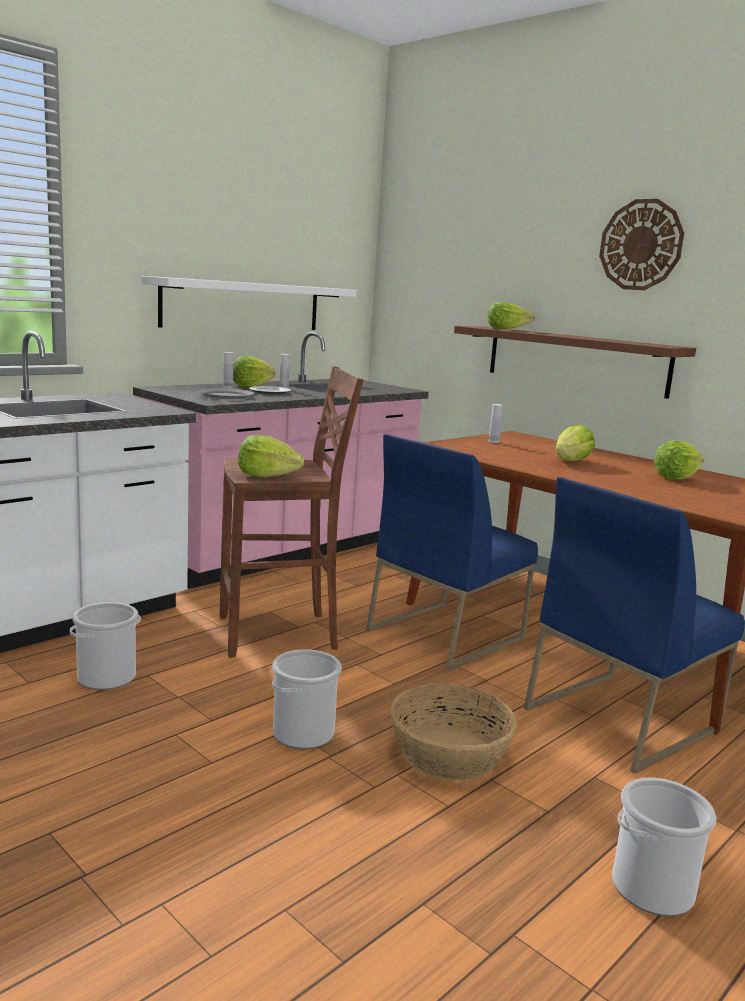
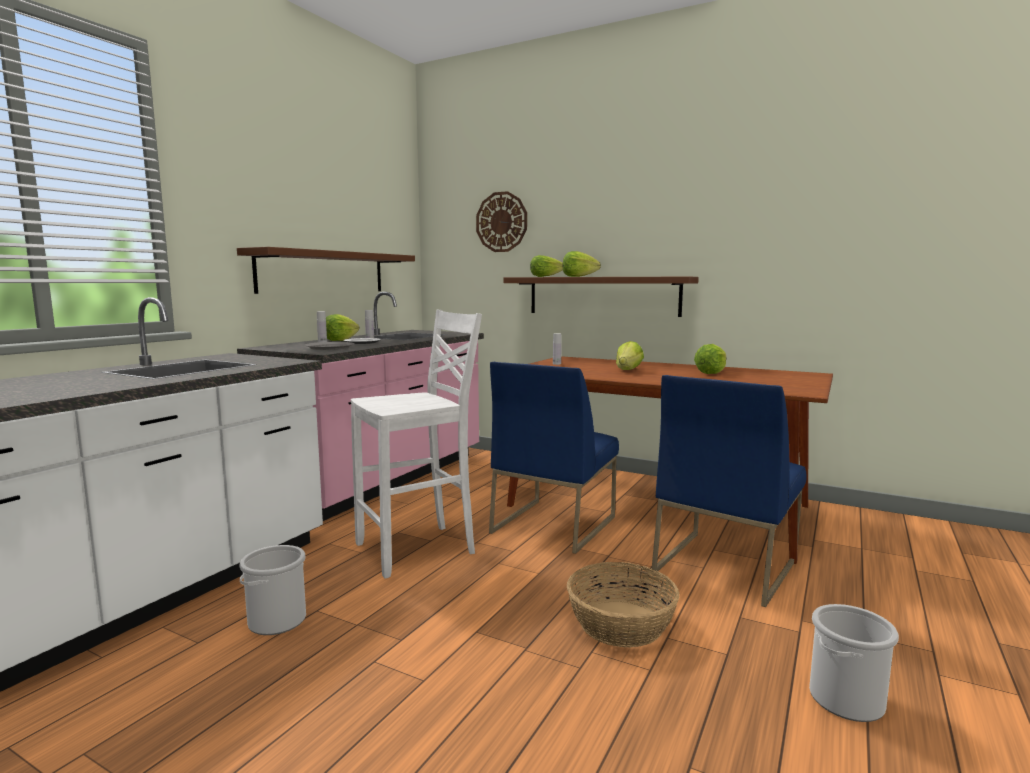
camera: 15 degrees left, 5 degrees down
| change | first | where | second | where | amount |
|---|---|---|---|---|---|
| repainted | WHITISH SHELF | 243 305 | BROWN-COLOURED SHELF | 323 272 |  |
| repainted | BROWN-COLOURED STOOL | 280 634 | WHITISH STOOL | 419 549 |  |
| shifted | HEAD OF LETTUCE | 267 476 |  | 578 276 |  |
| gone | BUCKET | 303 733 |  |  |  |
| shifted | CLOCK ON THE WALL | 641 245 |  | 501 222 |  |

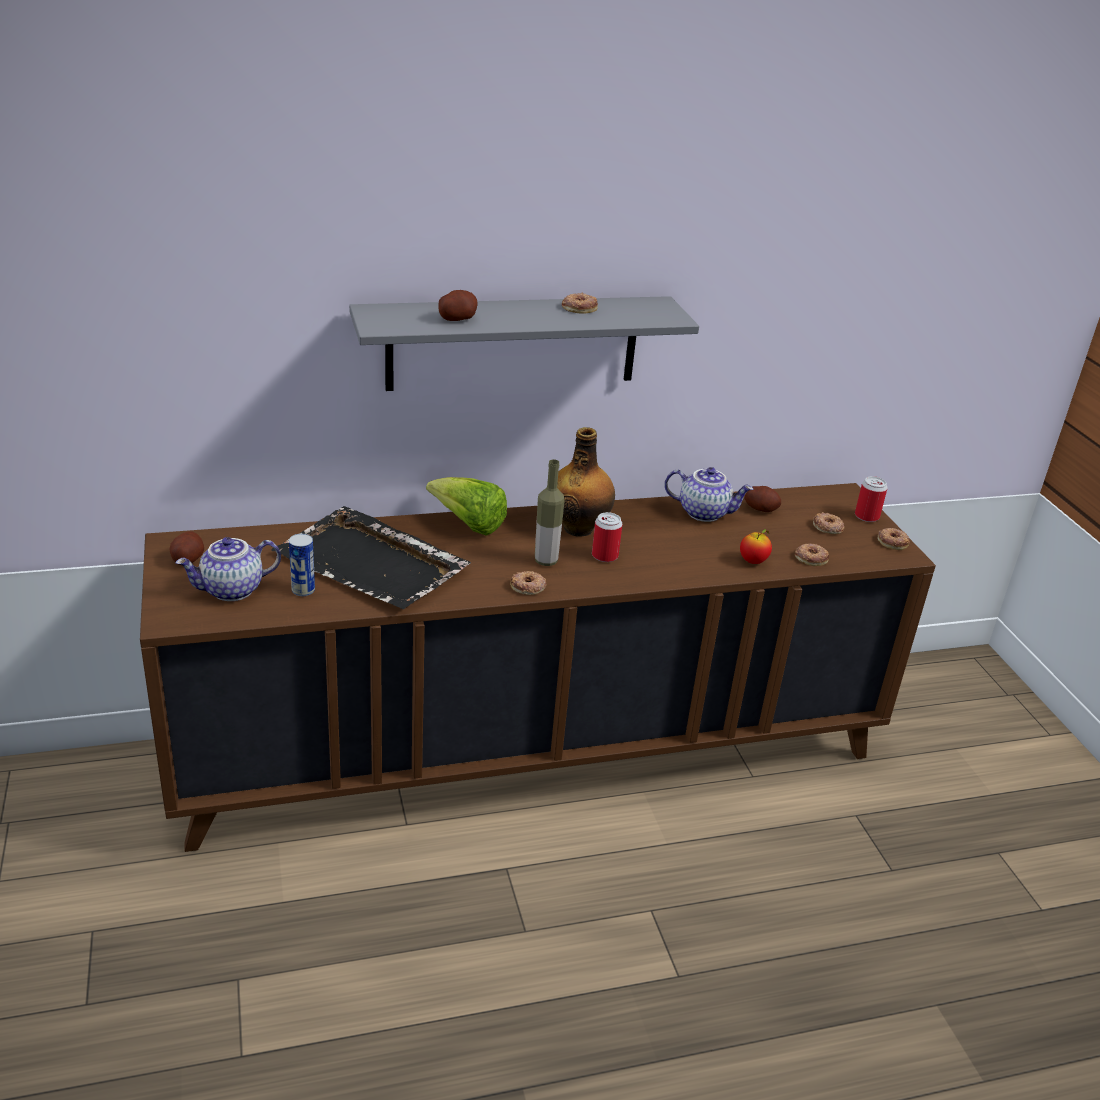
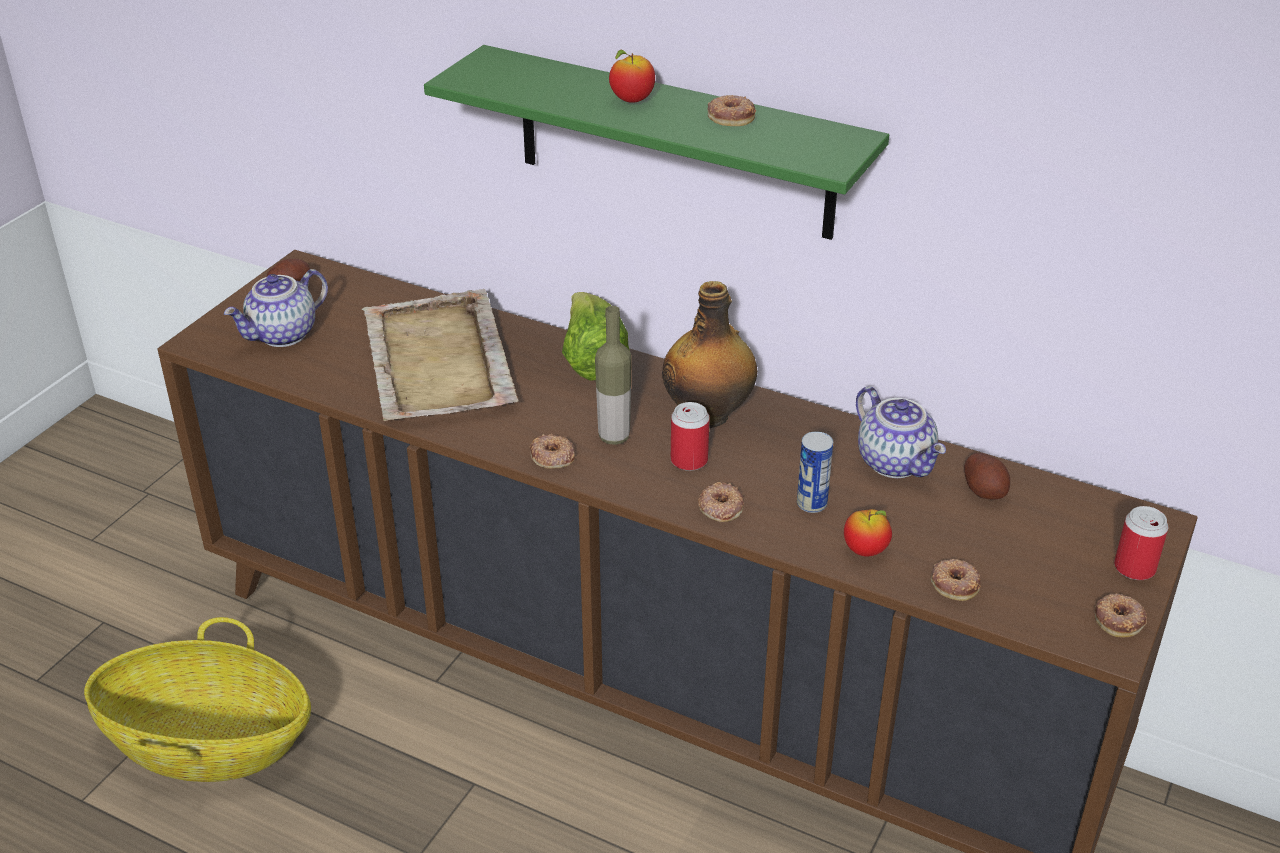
camera: 45 degrees right, 5 degrees up
| change | first | where | second | where | amount |
|---|---|---|---|---|---|
| rotated | TEAPOT | 232 591 |  | 283 335 | 60 degrees counterclockwise |
| repainted | BLACK CARRYING TRAY | 372 564 | BEIGE-COLOURED CARRYING TRAY | 437 363 |  |
| shifted | CAN | 303 590 |  | 811 504 |  |
| repainted | GRAY SHELF | 513 343 | GREEN-COLOURED SHELF | 674 143 |  |
| gone | WHOLE POTATO | 457 319 |  |  |  |
| shifted | DOUGHNUT | 827 527 |  | 720 507 |  |
| new |  |  | STORAGE BASKET | 209 743 |  |
| new |  |  | WHOLE APPLE | 632 100 |  |

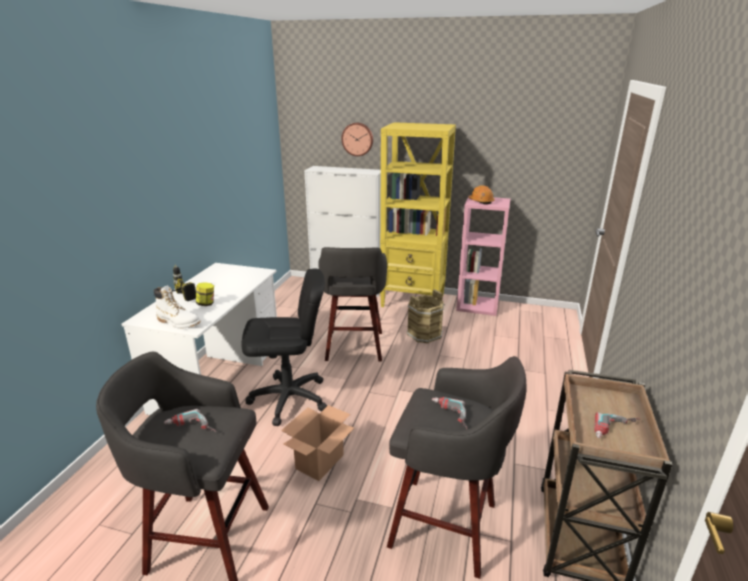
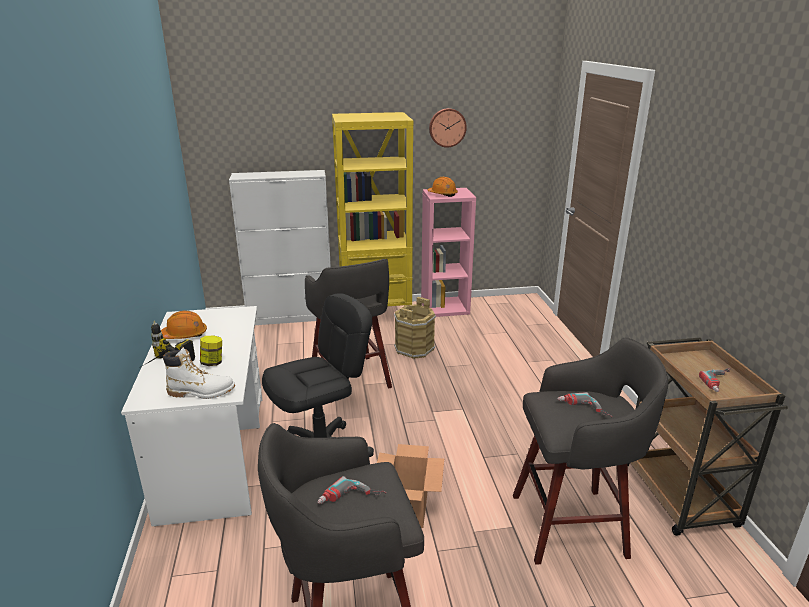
camera: 25 degrees left, 0 degrees up
| change | first | where | second | where | amount |
|---|---|---|---|---|---|
| shifted | CLOCK ON THE WALL | 357 139 |  | 447 127 |  |
| new |  |  | ORANGEY SAFETY HELMET | 184 335 |  |

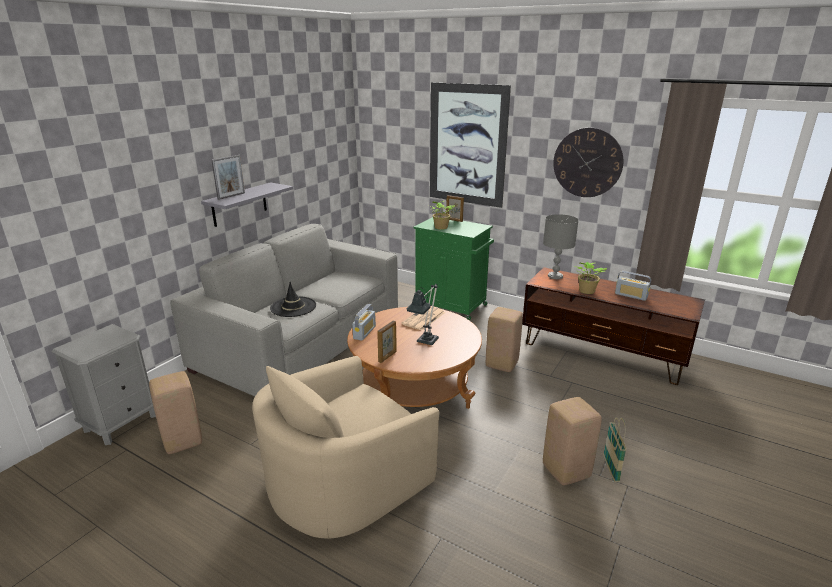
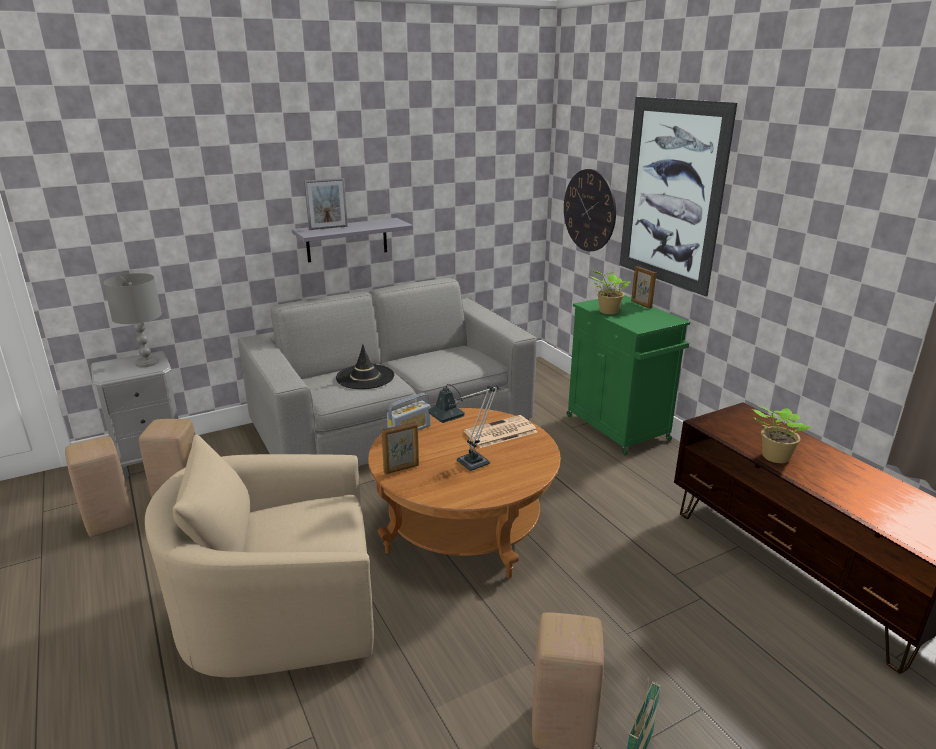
camera: 30 degrees right, 0 degrees up
| change | first | where | second | where | amount |
|---|---|---|---|---|---|
| shifted | BEIGE-COLOURED STOOL | 502 364 |  | 111 522 |  |
| shifted | GRAY LAMP FOR A TABLE | 555 276 |  | 146 362 |  |
| shifted | CLOCK ON THE WALL | 587 163 |  | 589 210 |  |
| gone | RADIO | 631 295 |  |  |  |

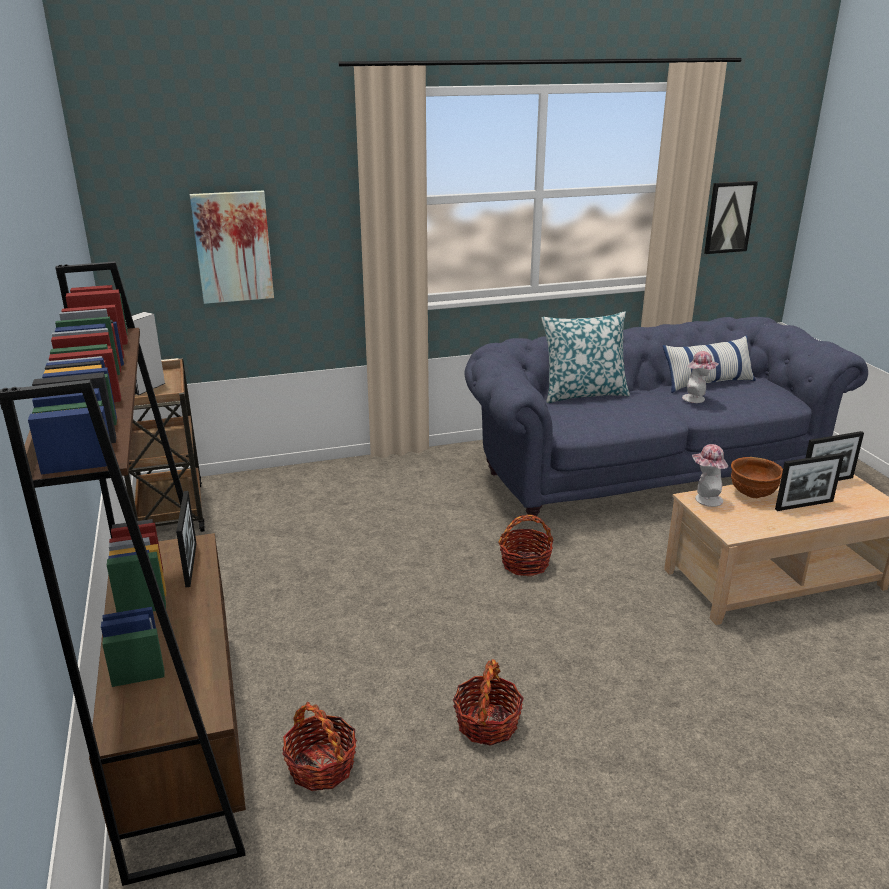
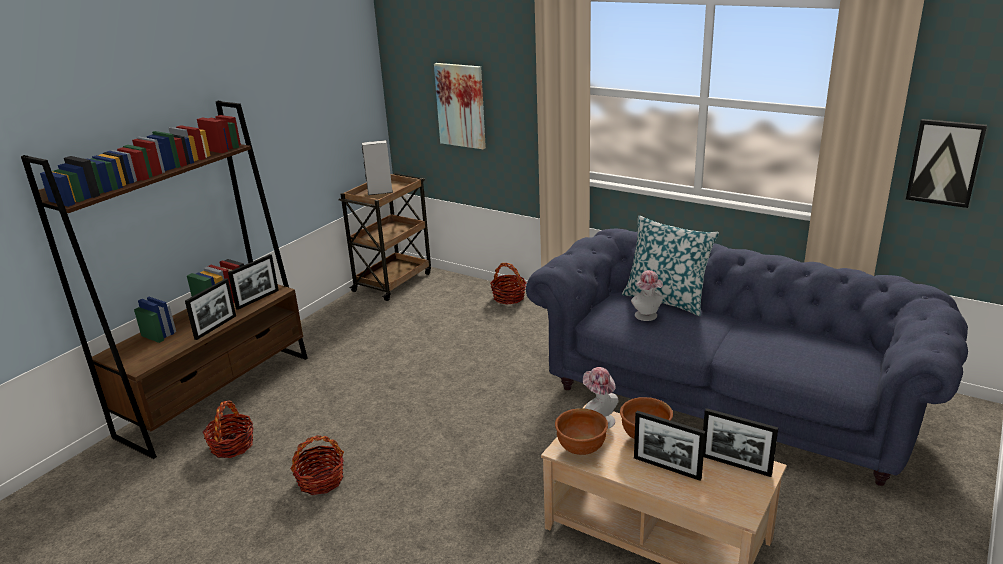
camera: 50 degrees right, 0 degrees up
| change | first | where | second | where | amount |
|---|---|---|---|---|---|
| shifted | STORAGE BASKET | 525 563 |  | 509 297 |  |
| gone | CUSHION | 707 383 |  |  |  |
| shifted | CLOTHING HAT | 696 399 |  | 647 317 |  |
| new |  |  | STANDING FRAME | 215 327 |  |
| new |  |  | BROWN-COLOURED SERVING BOWL | 580 449 |  |

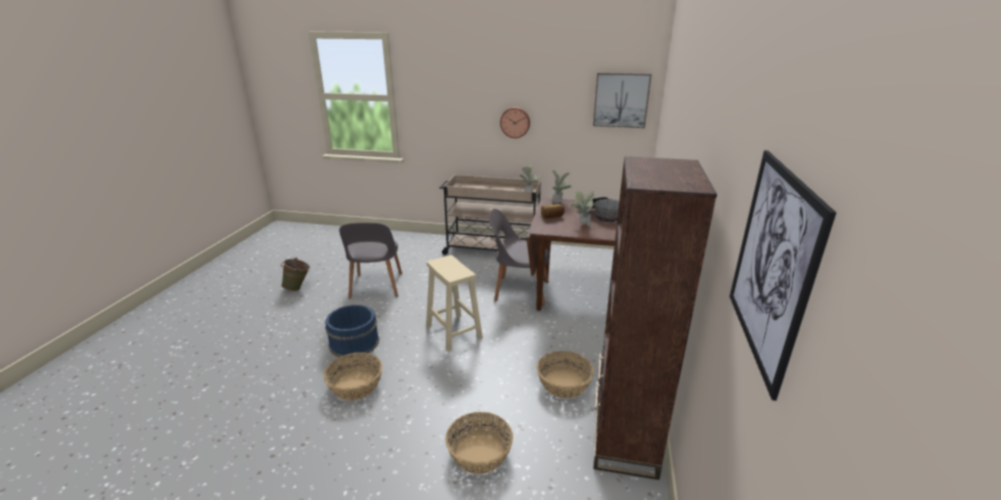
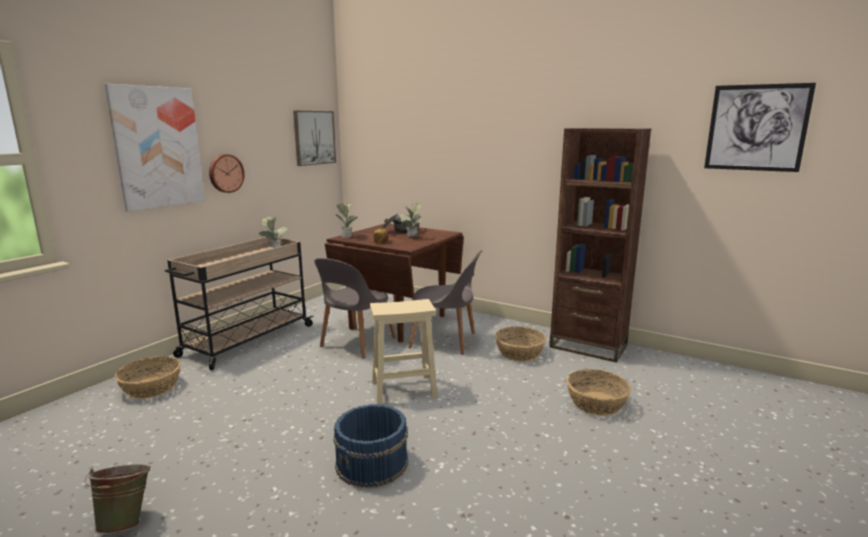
camera: 70 degrees left, 10 degrees down
| change | first | where | second | where | amount |
|---|---|---|---|---|---|
| shifted | STORAGE BASKET | 356 386 |  | 152 387 |  |
| shifted | GRAY PLAIN CHAIR | 376 287 |  | 446 341 |  |
| new |  |  | WALL PICTURE | 157 147 |  |

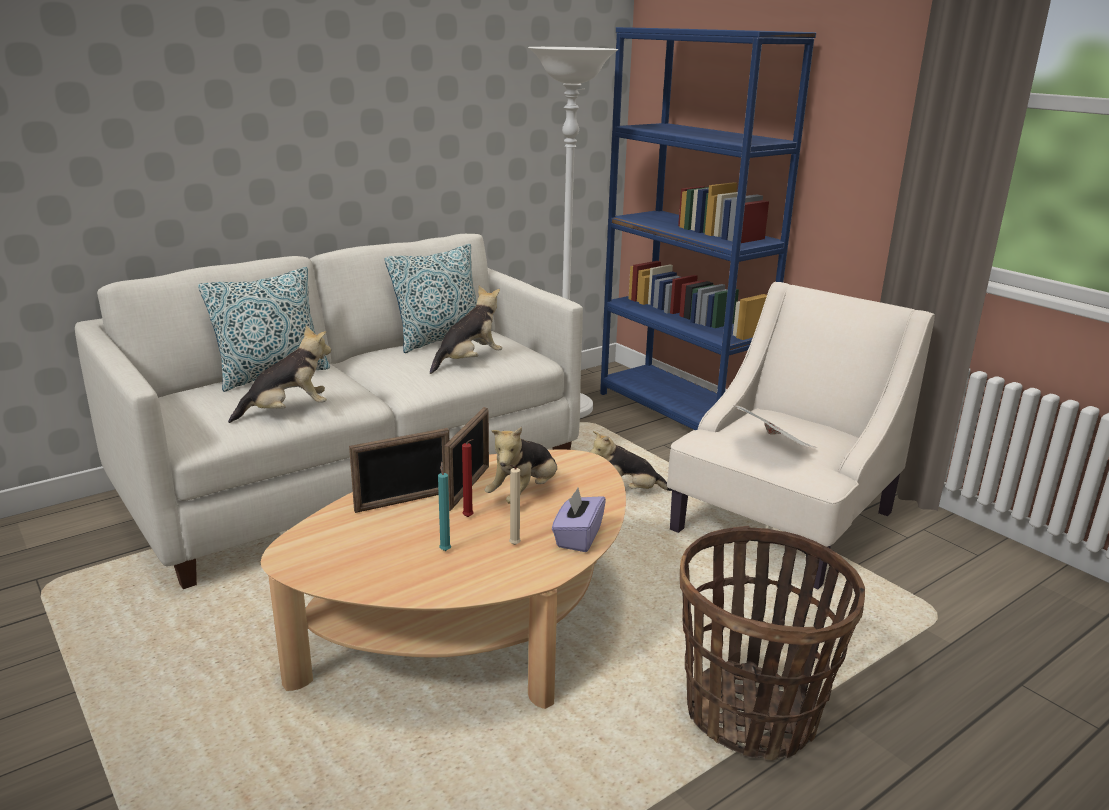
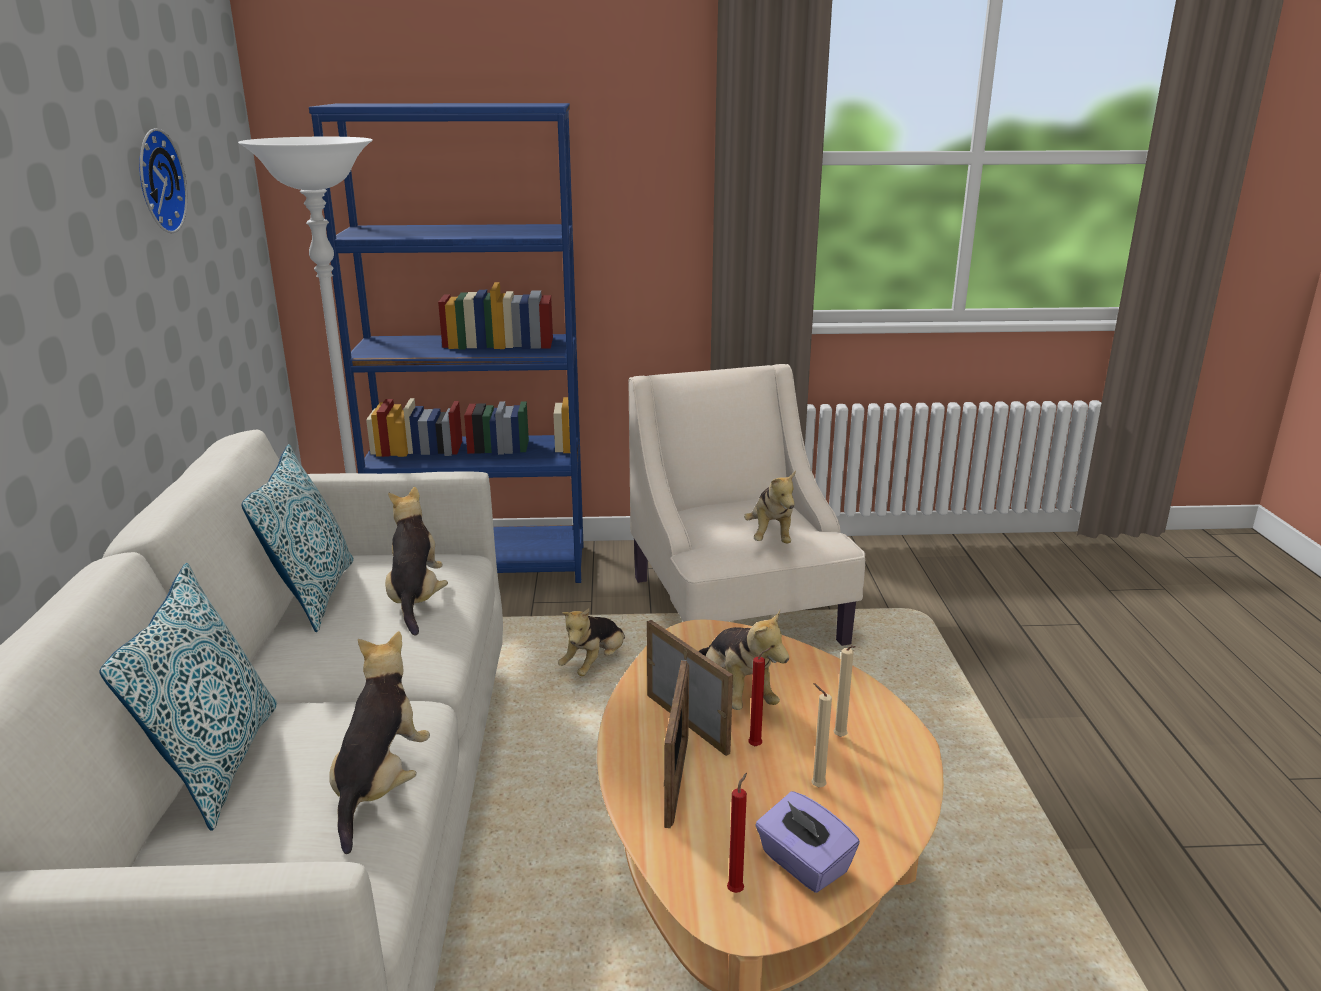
camera: 55 degrees left, 0 degrees up
| change | first | where | second | where | amount |
|---|---|---|---|---|---|
| repainted | TURQUOISE WAX CANDLE | 445 550 | BEIGE-COLOURED WAX CANDLE | 816 786 |  |
| shifted | PURPLISH TISSUE HOLDER | 578 537 |  | 803 864 |  |
| gone | STORAGE BASKET | 751 714 |  |  |  |
| swapped | DAILY PAPER | 773 448 | SOFT TOY | 771 536 |  |
| new |  |  | CLOCK ON THE WALL | 155 181 |  |
| new |  |  | RED WAX CANDLE | 736 890 |  |

